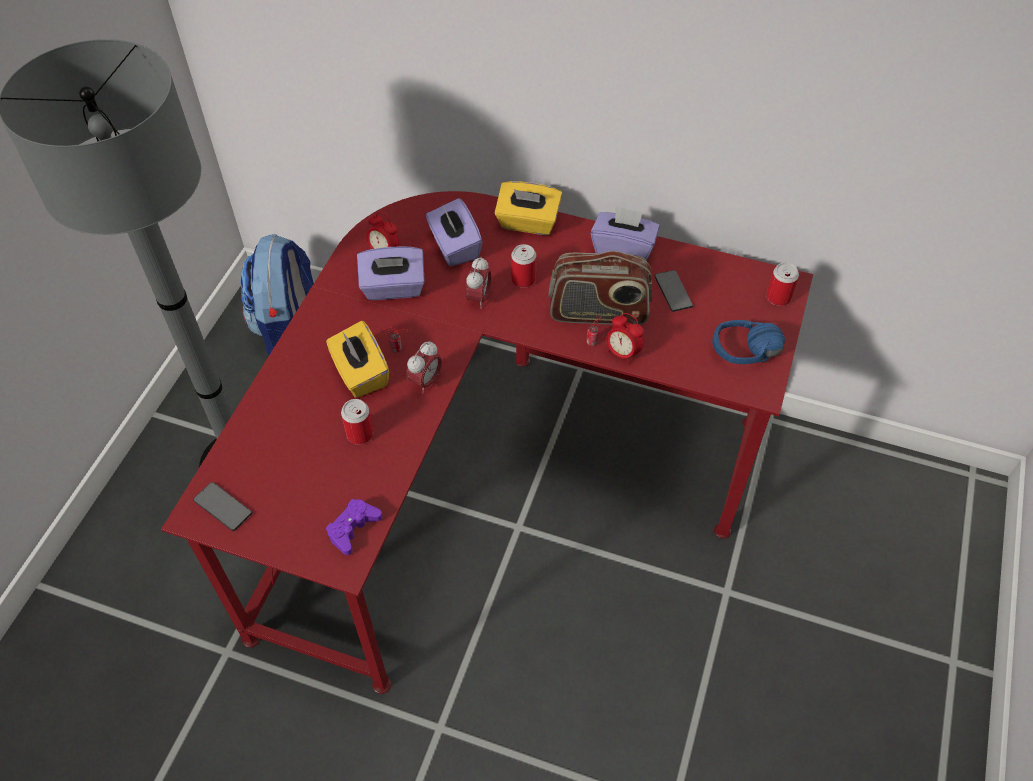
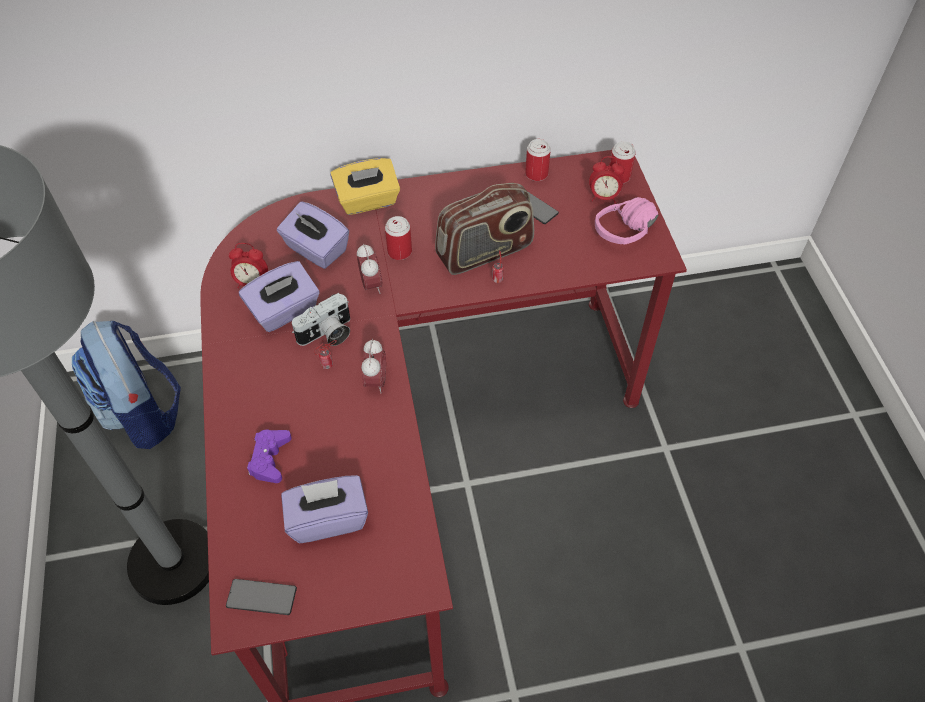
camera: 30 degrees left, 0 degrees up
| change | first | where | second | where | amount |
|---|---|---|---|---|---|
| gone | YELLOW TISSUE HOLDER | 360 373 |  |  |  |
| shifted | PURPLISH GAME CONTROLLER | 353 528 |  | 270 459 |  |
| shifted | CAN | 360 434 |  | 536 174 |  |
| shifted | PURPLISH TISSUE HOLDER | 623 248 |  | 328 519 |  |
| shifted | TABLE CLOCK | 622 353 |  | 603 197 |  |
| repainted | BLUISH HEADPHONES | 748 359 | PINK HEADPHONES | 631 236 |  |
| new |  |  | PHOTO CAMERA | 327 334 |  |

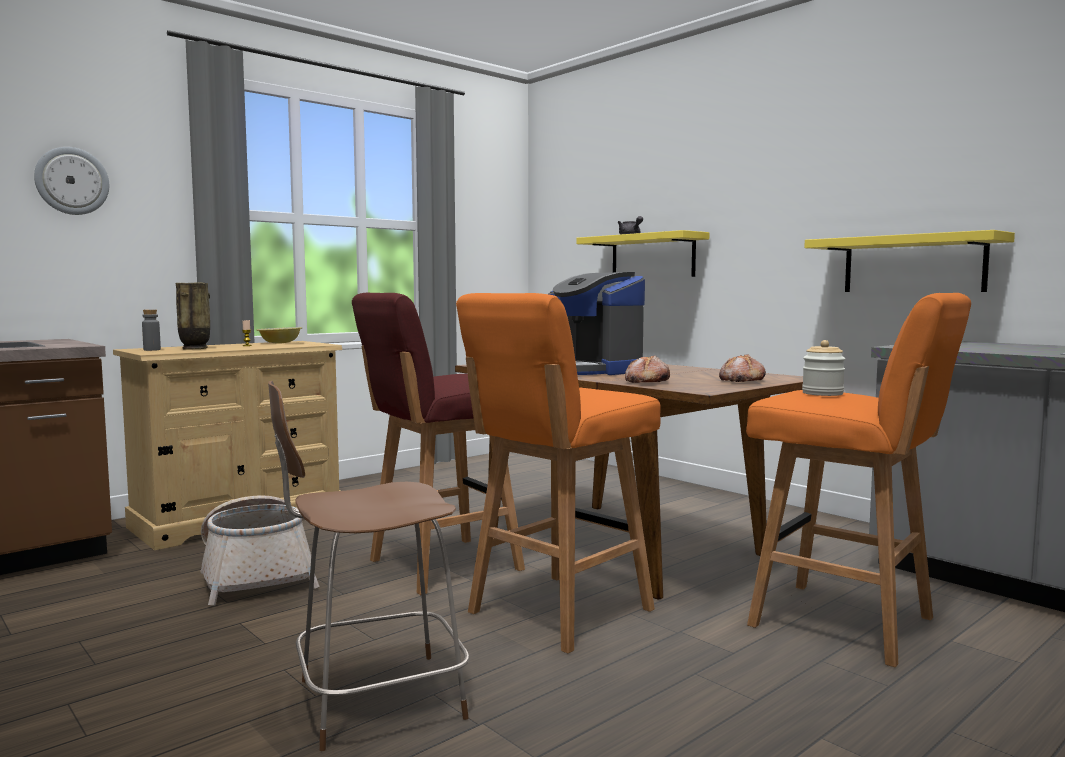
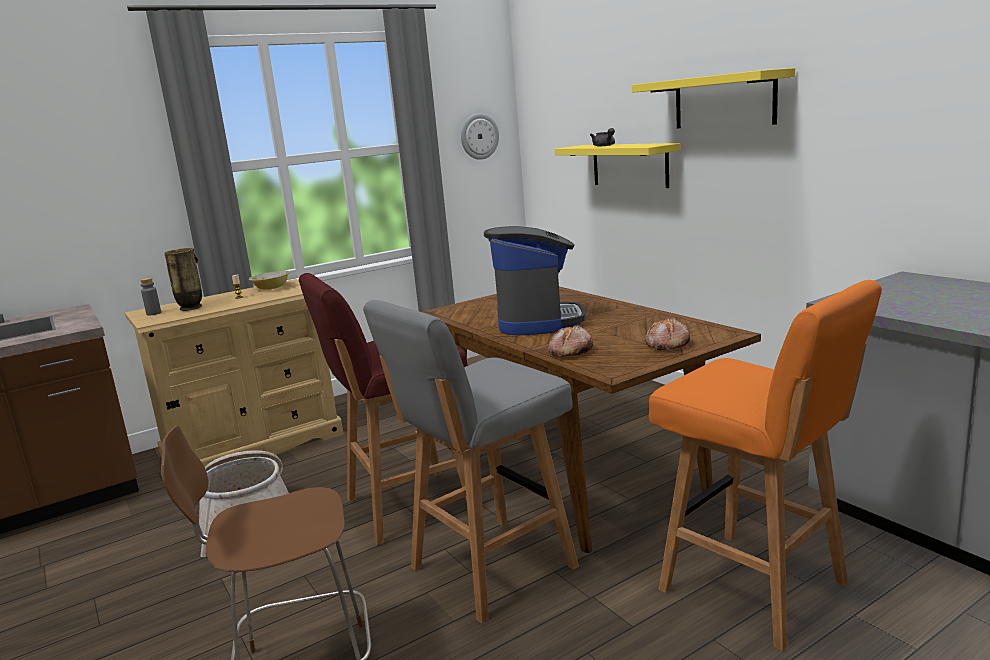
camera: 10 degrees right, 10 degrees up
| change | first | where | second | where | amount |
|---|---|---|---|---|---|
| shifted | CLOCK ON THE WALL | 72 181 |  | 479 136 |  |
| repainted | ORANGEY STOOL | 557 612 | GRAY STOOL | 489 569 |  |
| rotated | COFFEE MACHINE | 592 370 |  | 537 321 | 150 degrees counterclockwise |
| gone | JAR | 822 393 |  |  |  |
| shifted | YELLOW SHELF | 913 264 |  | 724 101 |  |

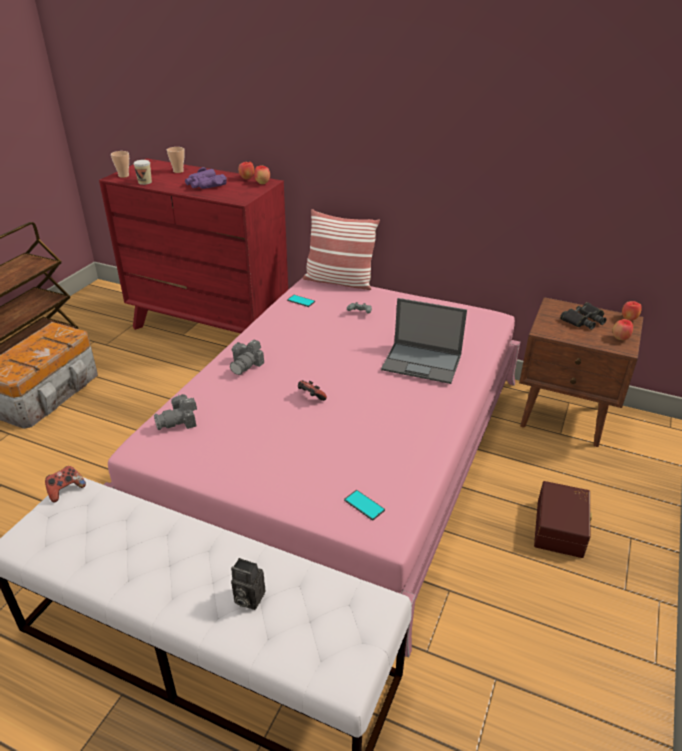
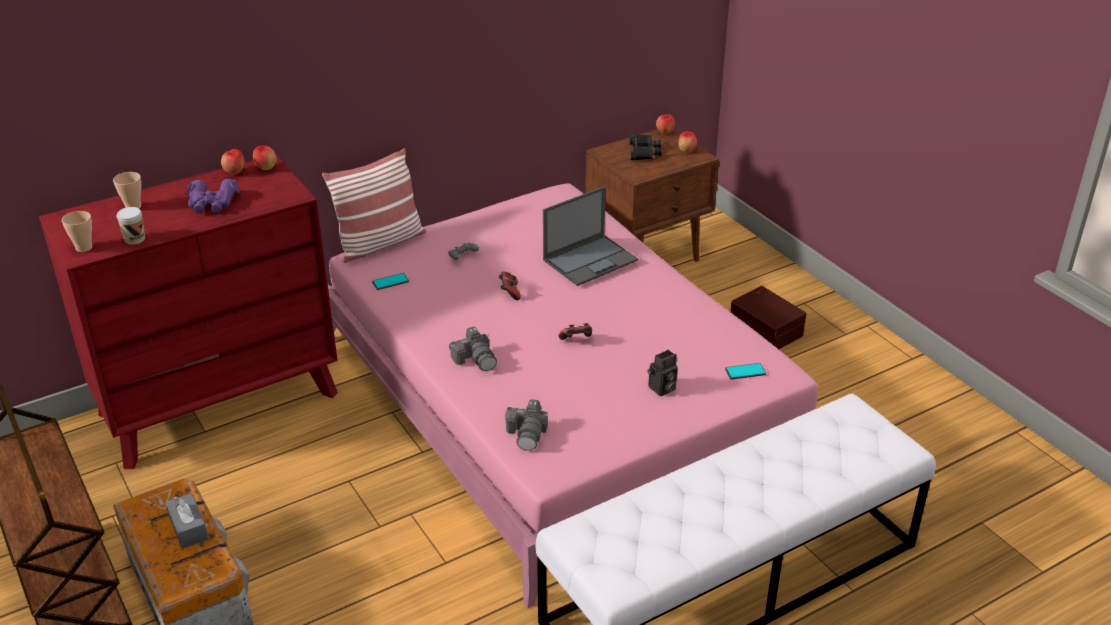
camera: 55 degrees left, 0 degrees up
| change | first | where | second | where | amount |
|---|---|---|---|---|---|
| shifted | GAME CONTROLLER | 66 490 |  | 509 293 |  |
| shifted | PHOTO CAMERA | 247 598 |  | 662 389 |  |
| new |  |  | GRAY TISSUE HOLDER | 188 528 |  |

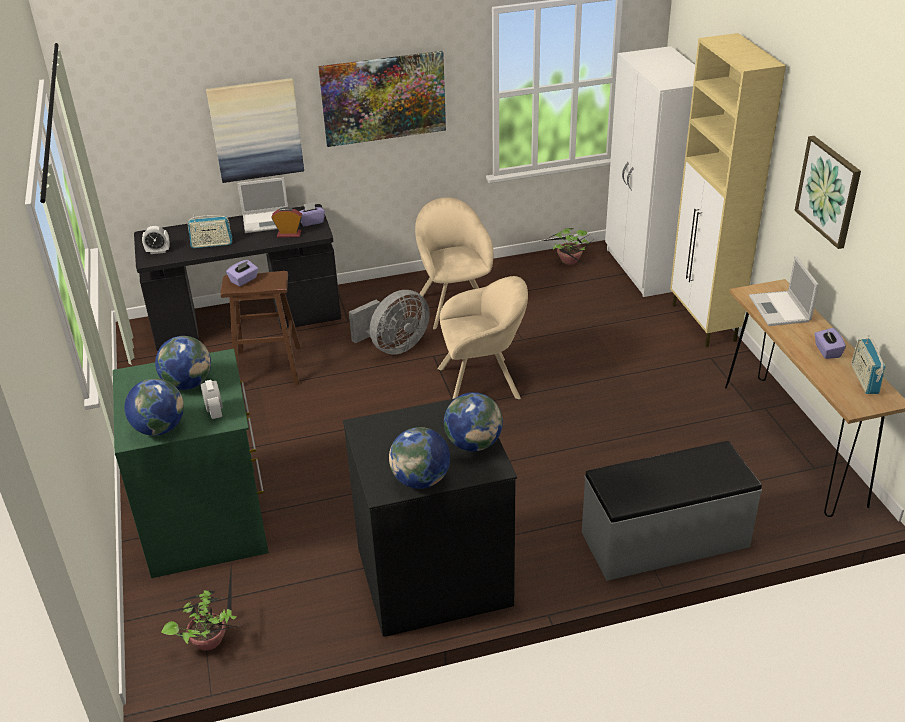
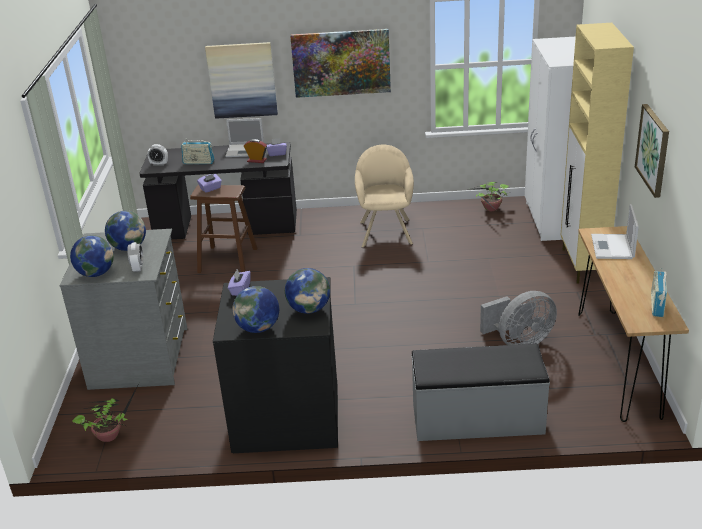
camera: 15 degrees right, 5 degrees down
| change | first | where | second | where | amount |
|---|---|---|---|---|---|
| repainted | GREEN-COLOURED CHEST OF DRAWERS | 208 521 | GRAY CHEST OF DRAWERS | 141 358 |  |
| shifted | GRAY ELECTRIC FAN | 394 347 |  | 519 342 |  |
| gone | BEIGE-COLOURED EASY CHAIR | 483 383 |  |  |  |
| shifted | PURPLISH TISSUE HOLDER | 827 351 |  | 240 290 |  |

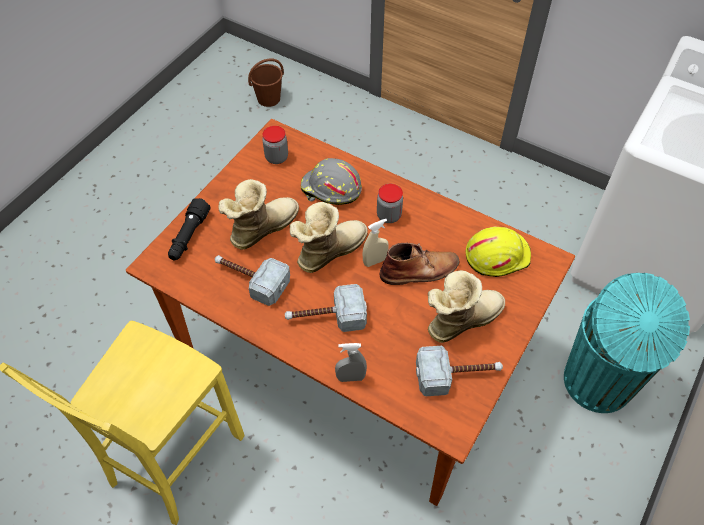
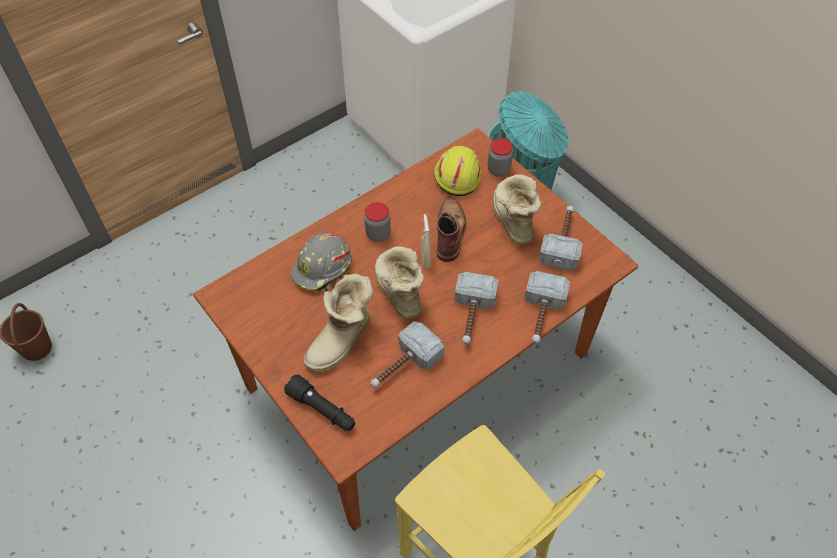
camera: 70 degrees left, 0 degrees up
| change | first | where | second | where | amount |
|---|---|---|---|---|---|
| rotated | HIGH-TOP BOOT | 261 228 |  | 342 341 | 120 degrees counterclockwise |
| shifted | JAR | 276 157 |  | 498 170 |  |
| swapped | GRAY SPRAYER | 350 378 | HAND HAMMER | 541 315 |  |

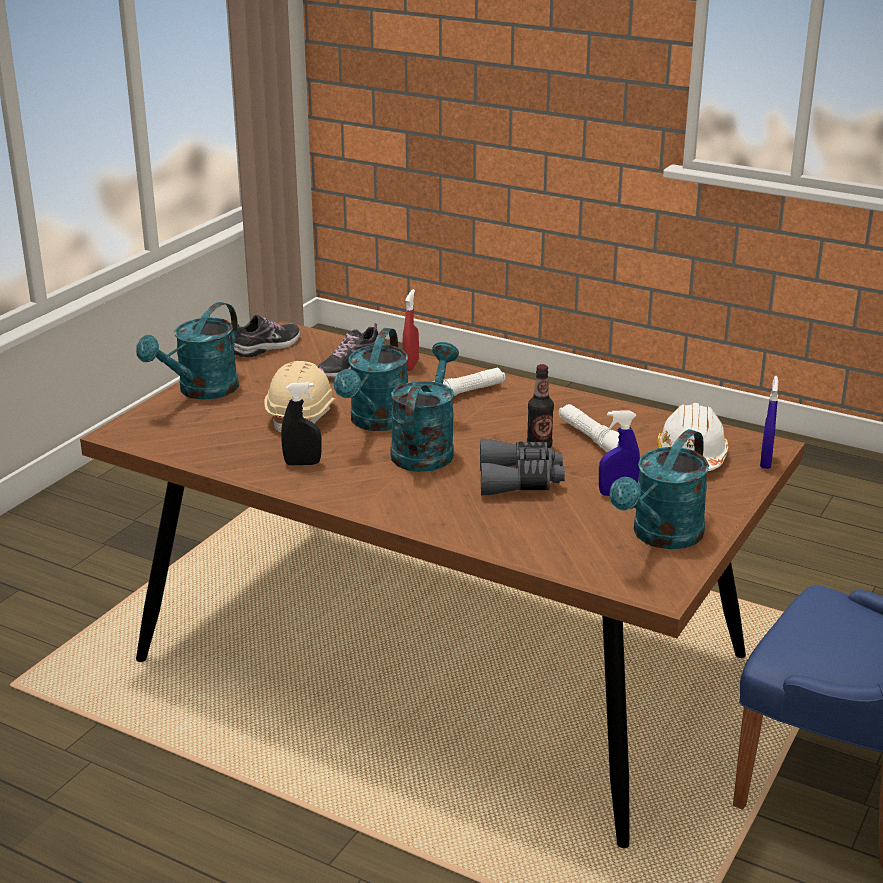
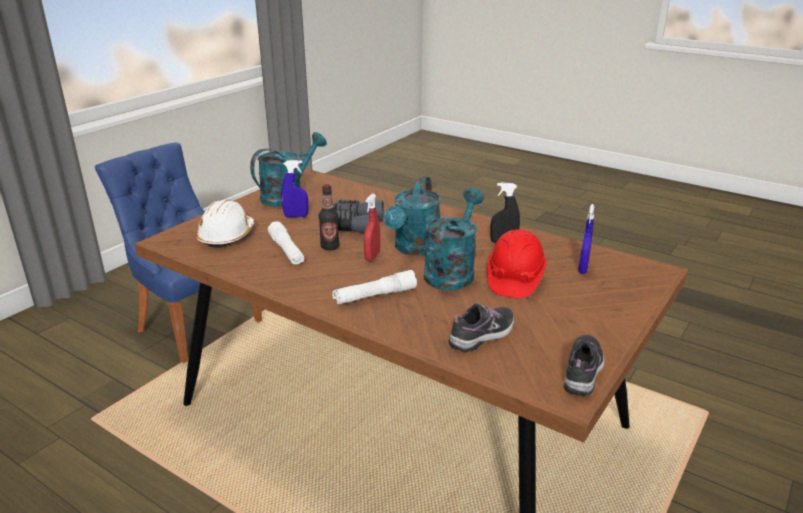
camera: 175 degrees left, 0 degrees up
| change | first | where | second | where | amount |
|---|---|---|---|---|---|
| gone | TURQUOISE SPRINKLING CAN | 201 391 |  |  |  |
| rotated | LOW SHOE | 267 347 |  | 583 371 | 150 degrees clockwise |
| repainted | BEIGE-COLOURED SAFETY HELMET | 303 416 | RED SAFETY HELMET | 514 279 |  |
| shifted | RED SPRAYER | 410 365 |  | 372 257 |  |
| shifted | BLUISH SPRAYER | 765 462 |  | 583 269 |  |

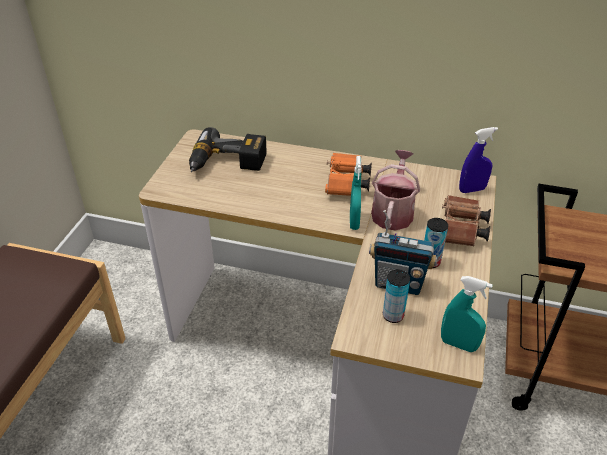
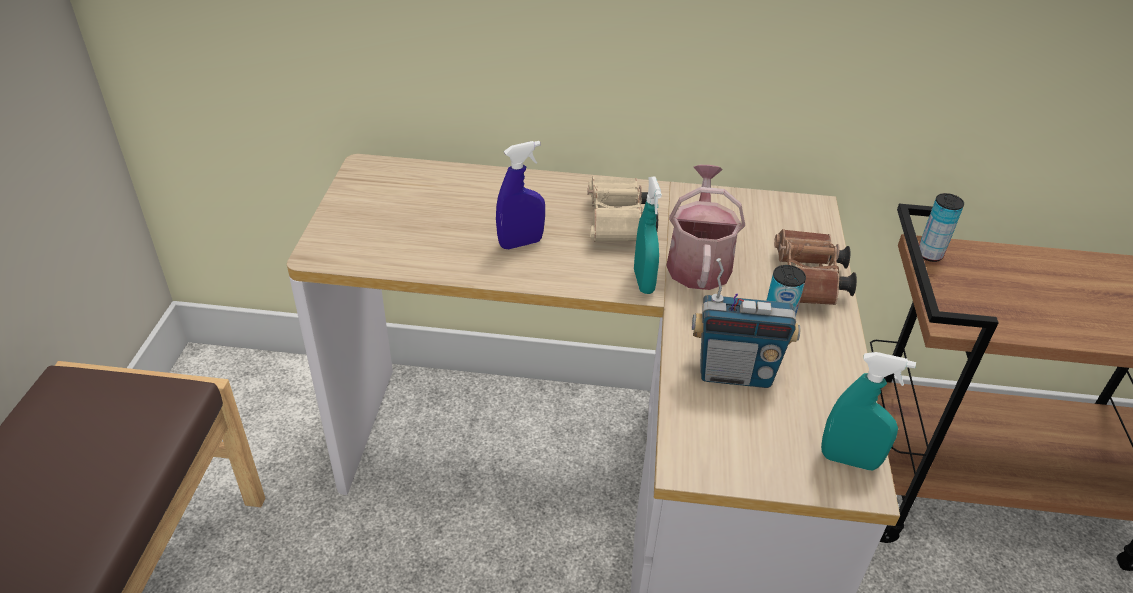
camera: 10 degrees left, 0 degrees up
| change | first | where | second | where | amount |
|---|---|---|---|---|---|
| gone | POWER DRILL | 227 164 |  |  |  |
| repainted | ORANGEY PAIR OF BINOCULARS | 346 185 | BEIGE-COLOURED PAIR OF BINOCULARS | 618 225 |  |
| shifted | CAN | 393 315 |  | 929 254 |  |
| shifted | BLUISH SPRAYER | 472 190 |  | 520 243 |  |

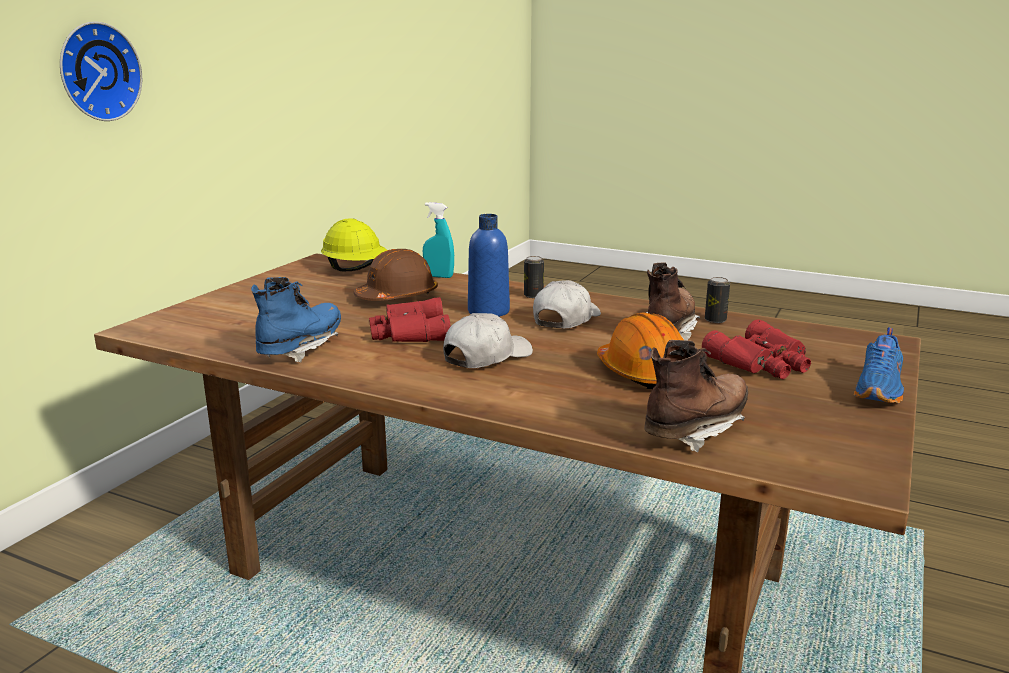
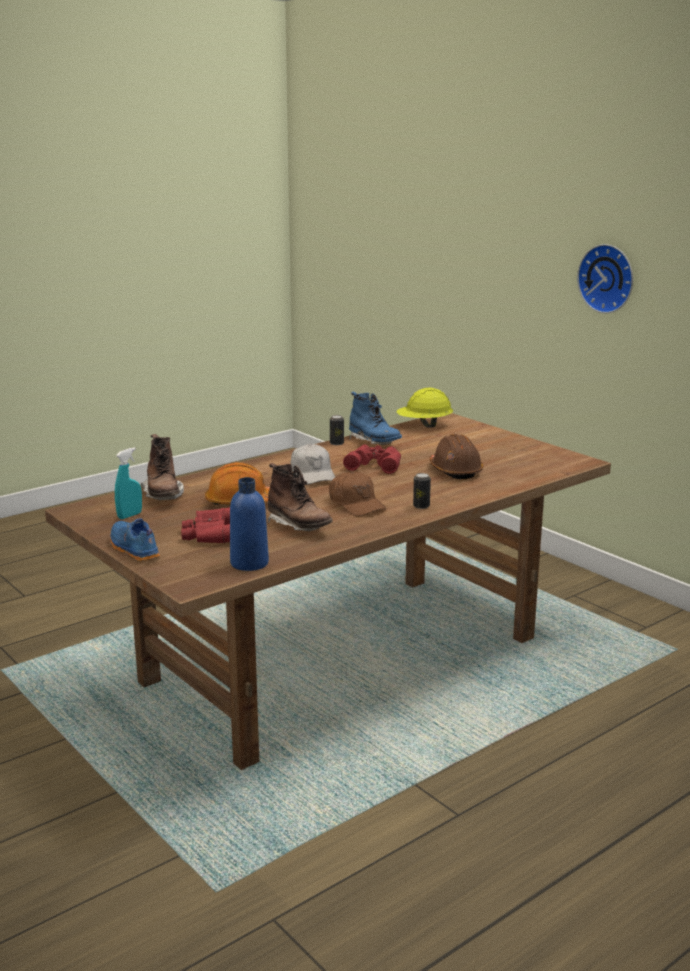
camera: 115 degrees right, 0 degrees up
| change | first | where | second | where | amount |
|---|---|---|---|---|---|
| shifted | YELLOW SAFETY HELMET | 356 270 |  | 424 426 |  |
| shifted | TURQUOISE SPRAYER | 439 276 |  | 130 515 |  |
| shifted | BLUISH BEVERAGE BOTTLE | 488 311 |  | 249 563 |  |
| repainted | WHITISH PEAKED CAP | 566 319 | BROWN-COLOURED PEAKED CAP | 356 504 |  |
| shifted | CAN | 715 320 |  | 336 443 |  |

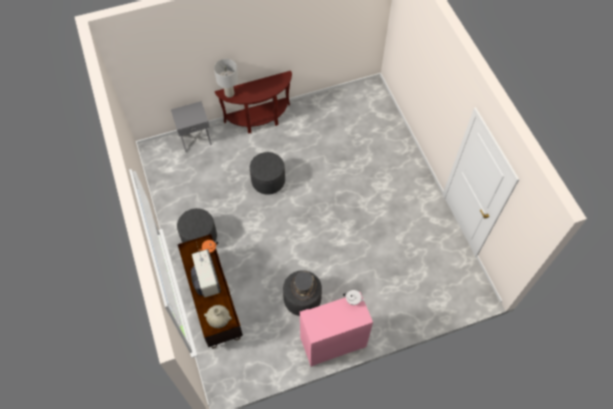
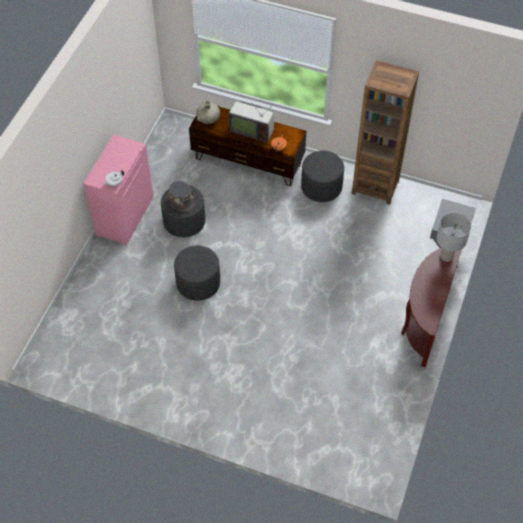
camera: 130 degrees right, 5 degrees down
| change | first | where | second | where | amount |
|---|---|---|---|---|---|
| shifted | GRAY OTTOMAN | 268 180 |  | 198 283 |  |
| new |  |  | BROWN-COLOURED BOOKSHELF | 375 186 |  |

